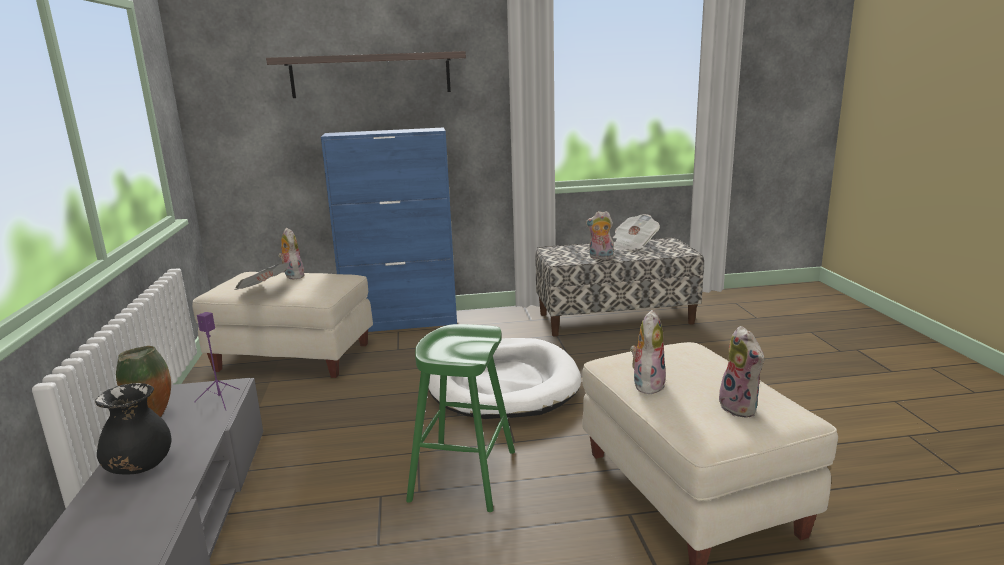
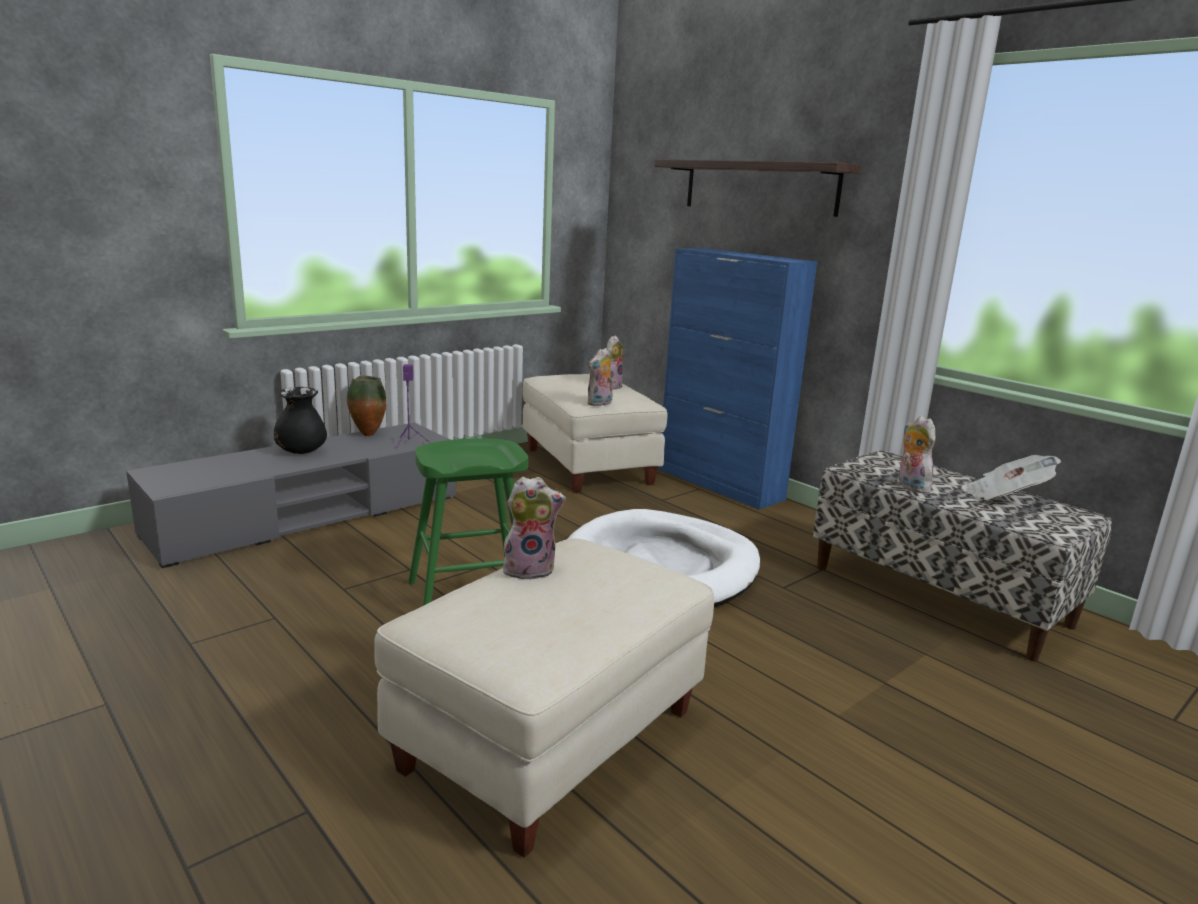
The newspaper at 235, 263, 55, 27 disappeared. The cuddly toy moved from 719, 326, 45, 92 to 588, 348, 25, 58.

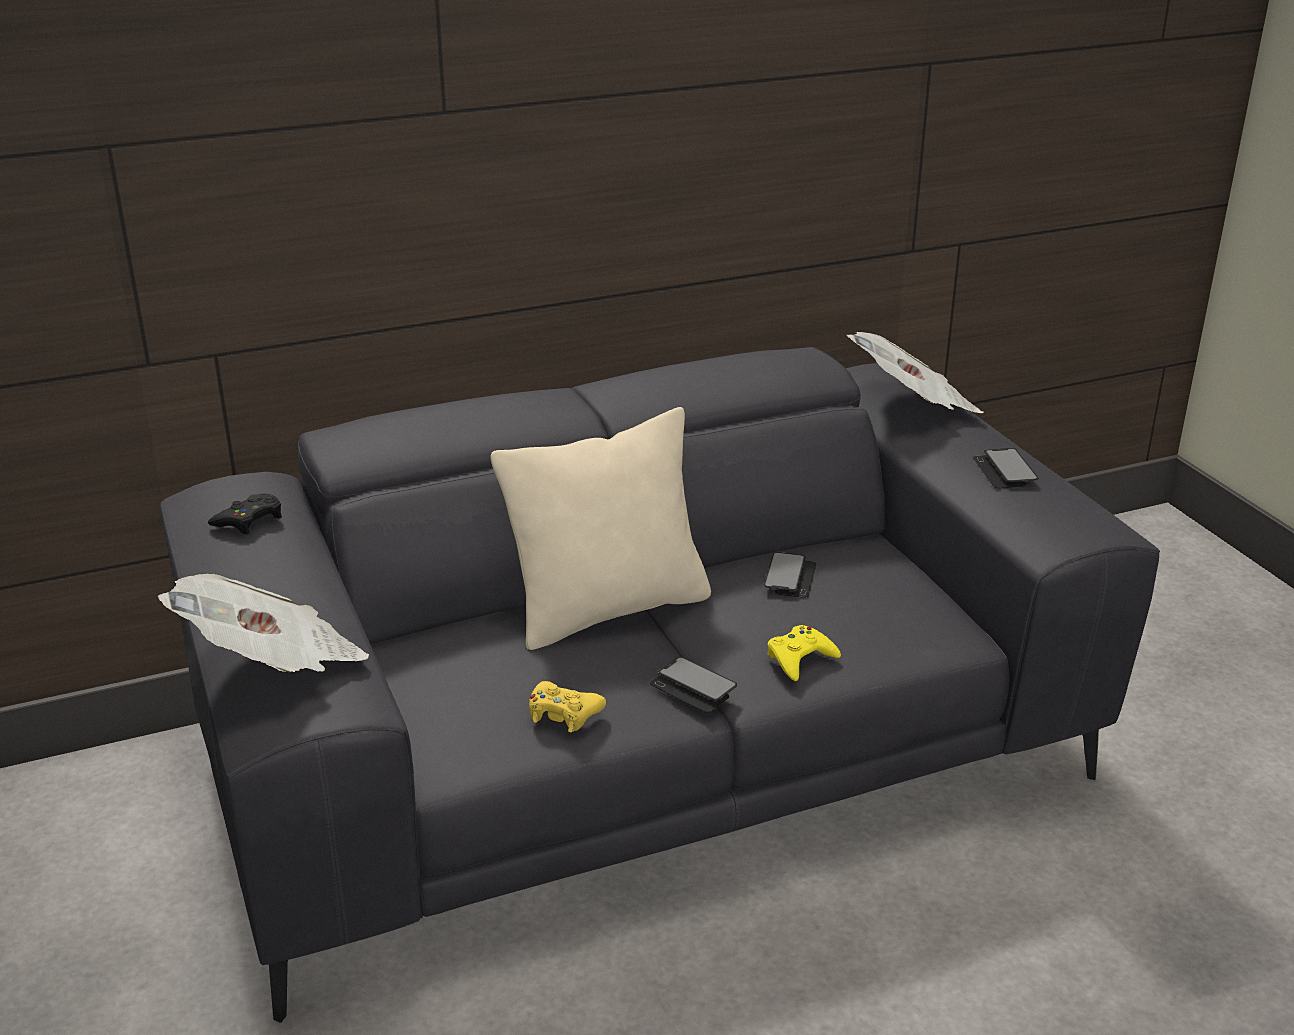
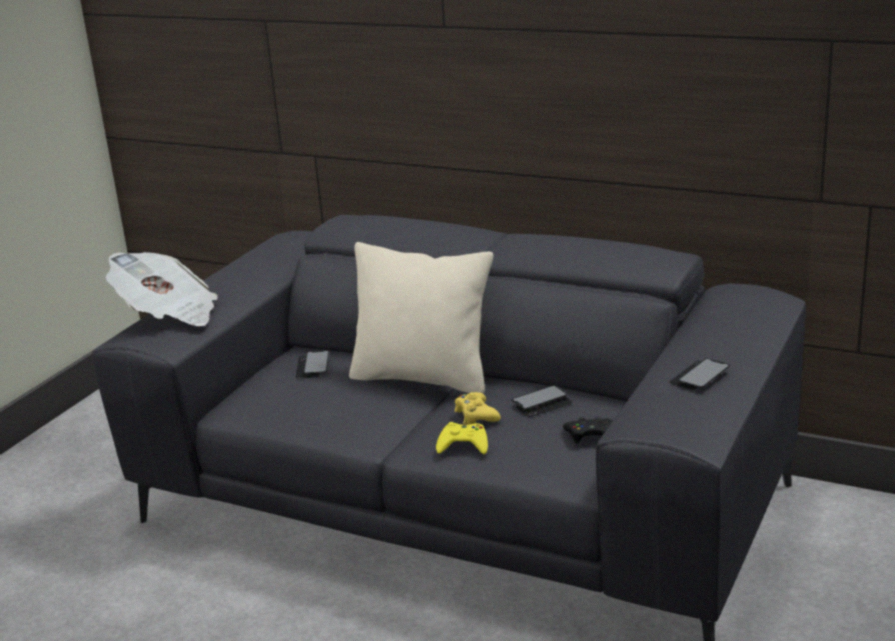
The blackish gamepad moved from 208, 493, 74, 41 to 563, 417, 50, 27. The yellowish gamepad moved from 529, 681, 77, 52 to 454, 392, 47, 33. The handset moved from 650, 657, 87, 55 to 296, 350, 33, 28. The newspaper at 847, 332, 136, 81 disappeared.

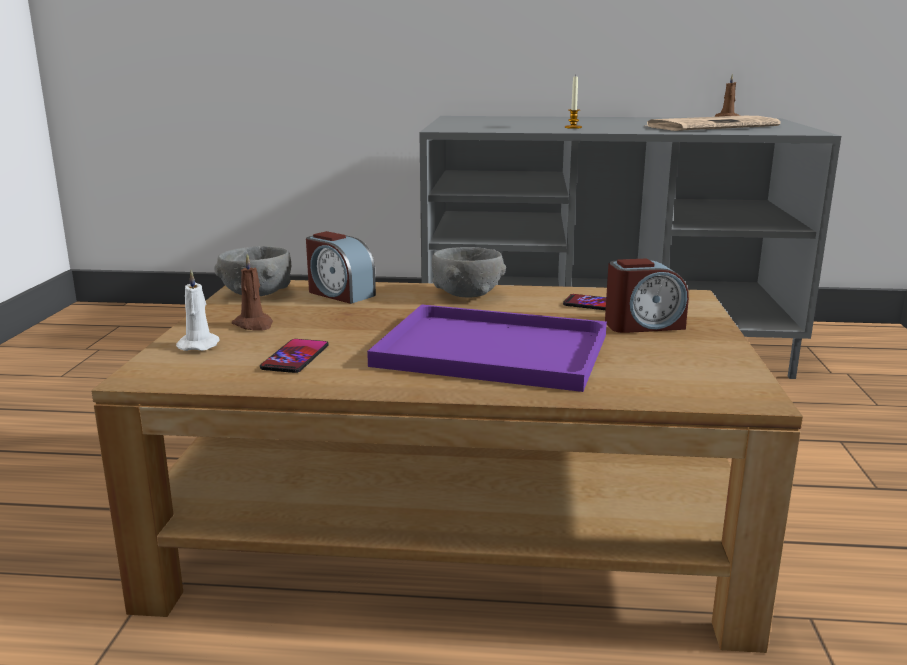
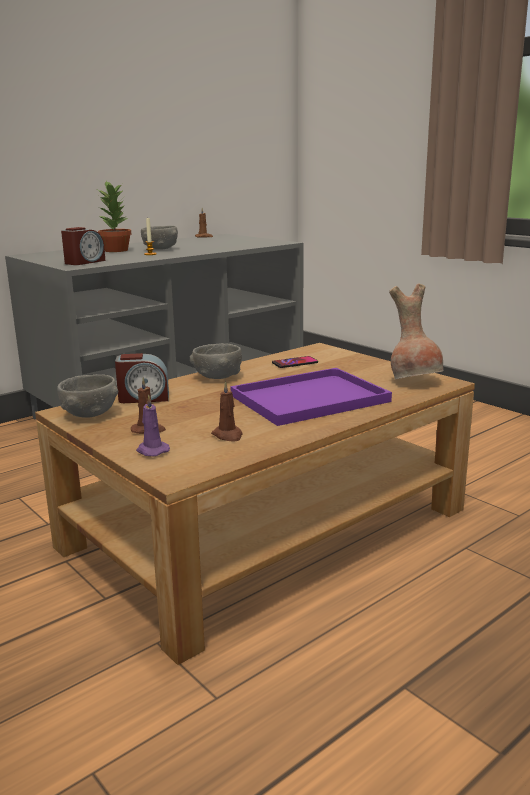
The whitish candle at 176, 270, 43, 81 became the purple candle at 136, 394, 34, 62. The handset at 260, 339, 69, 34 was replaced by the brown candle at 211, 381, 32, 61. The alarm clock moved from 605, 258, 84, 75 to 61, 227, 44, 38. The newspaper at 647, 116, 134, 15 disappeared. The plant in a pot at 98, 181, 33, 71 appeared. The grey bowl at 141, 226, 37, 24 appeared. The brown decorative vase at 389, 284, 54, 96 appeared.

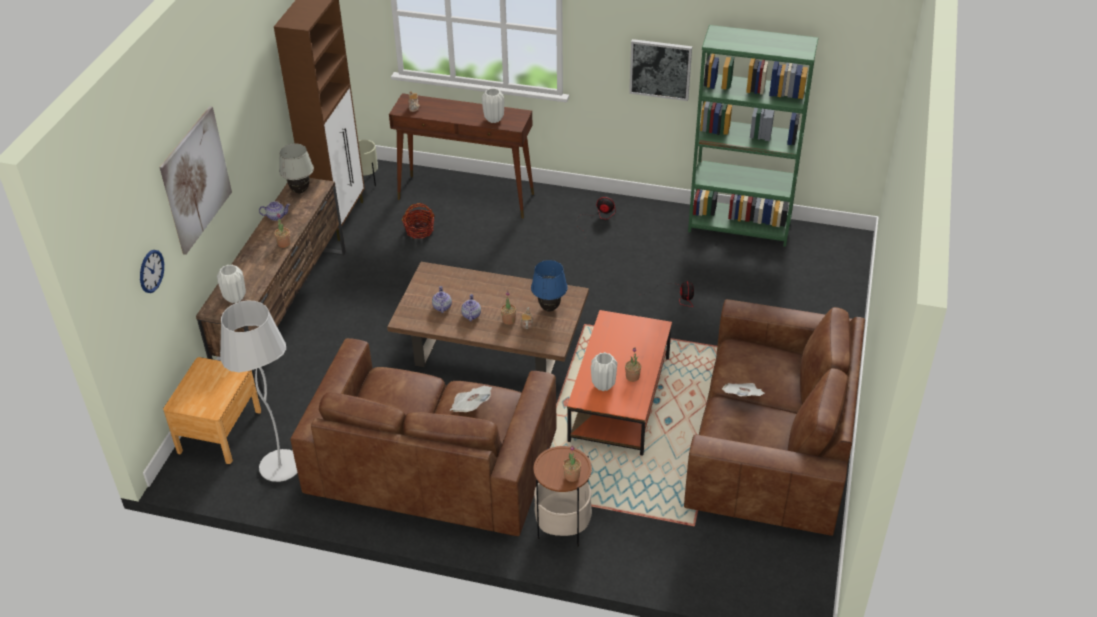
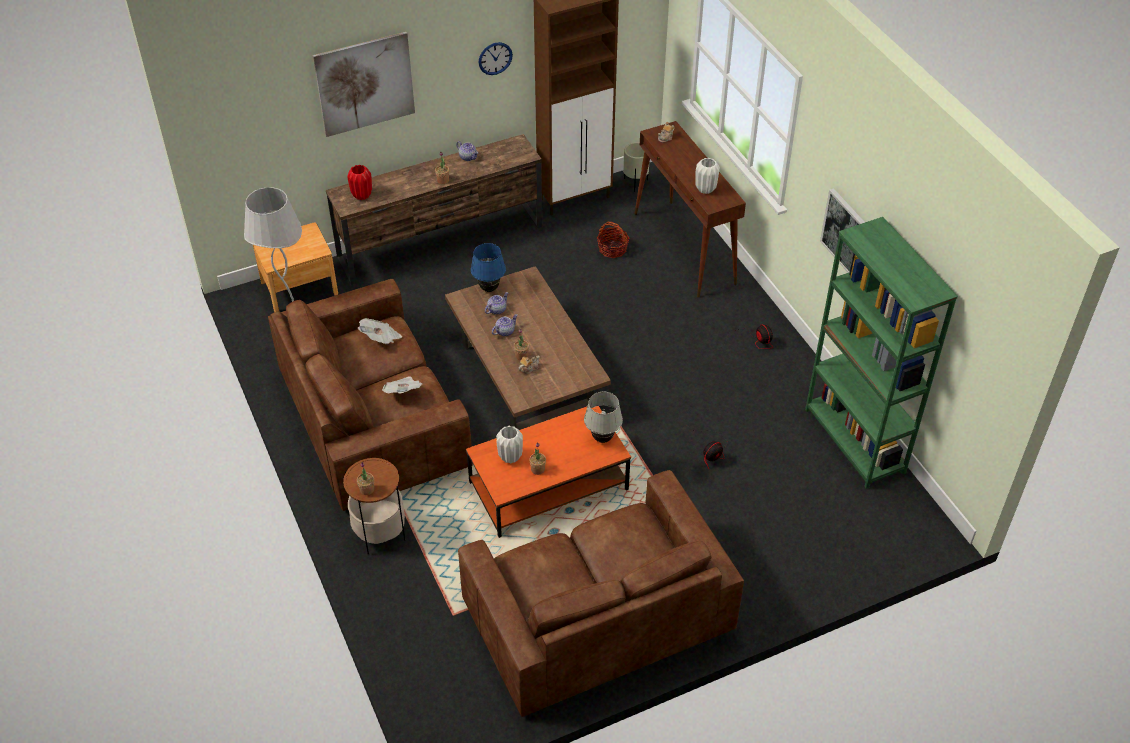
The wall clock moved from 140, 250, 24, 43 to 478, 42, 35, 33. The whitish decorative vase at 217, 265, 29, 38 became the reddish decorative vase at 347, 165, 25, 35. The whitish lamp for a table moved from 279, 143, 35, 50 to 584, 392, 39, 51. The bluish lamp for a table moved from 531, 260, 37, 52 to 471, 243, 35, 49. The newspaper moved from 722, 383, 43, 13 to 358, 318, 44, 26.

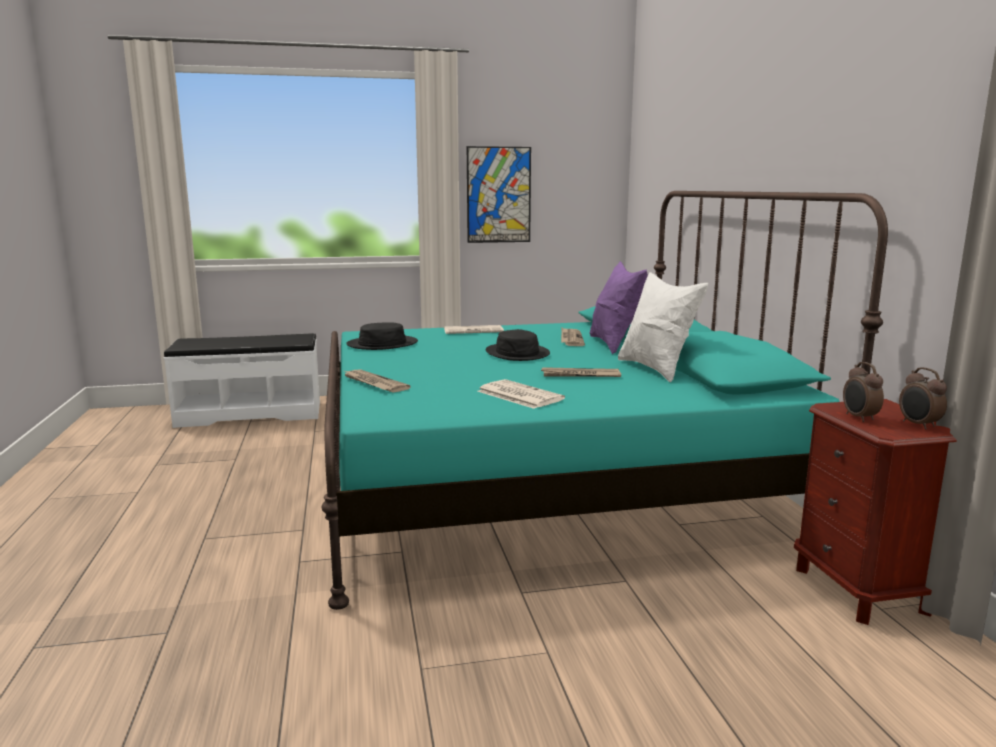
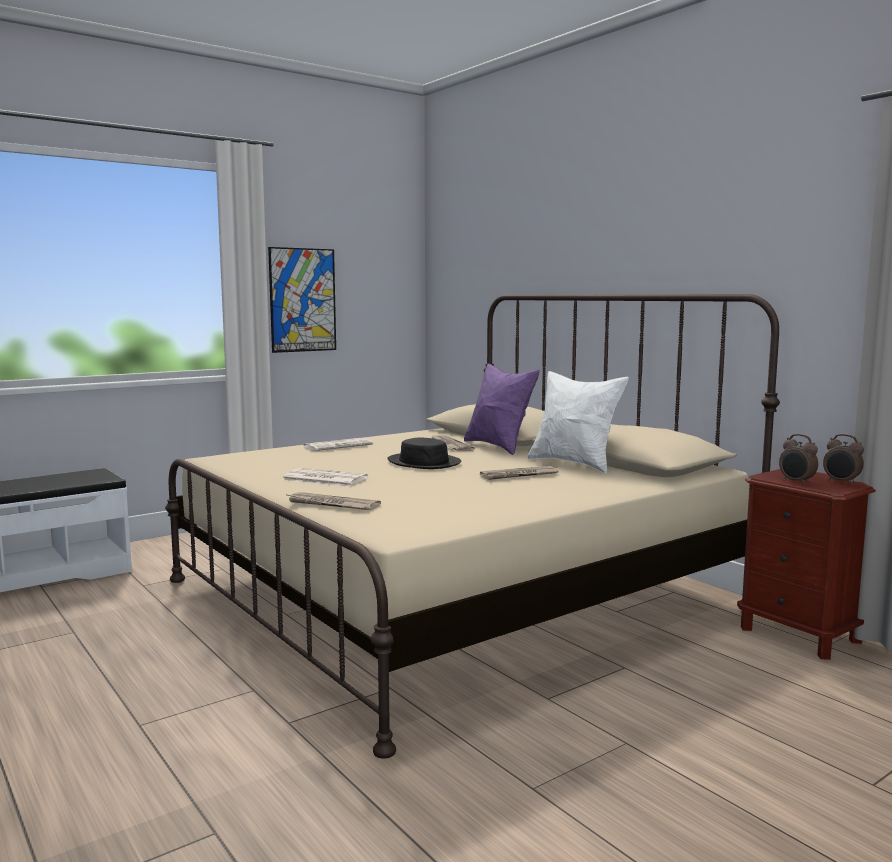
The turquoise-coloured bedroom bed at 321, 191, 567, 419 became the beige-coloured bedroom bed at 165, 294, 615, 465. The blackish clothing hat at 346, 322, 72, 28 disappeared. The newspaper moved from 477, 379, 88, 30 to 282, 468, 86, 19.

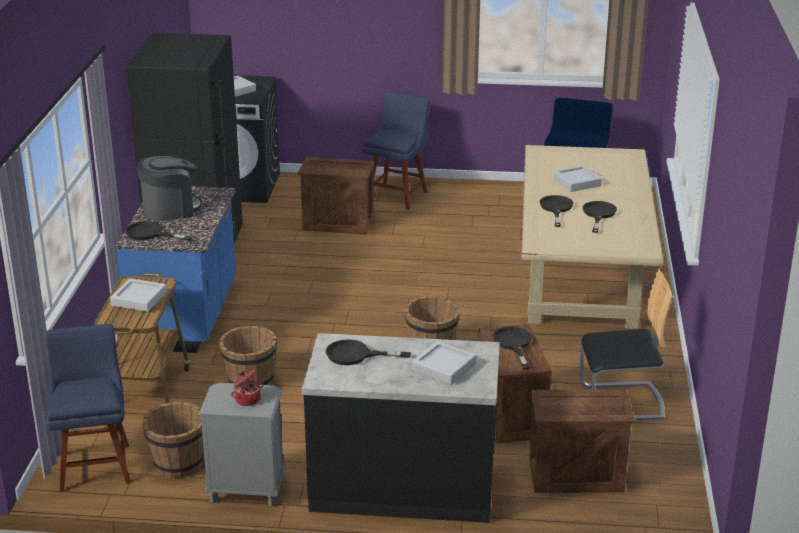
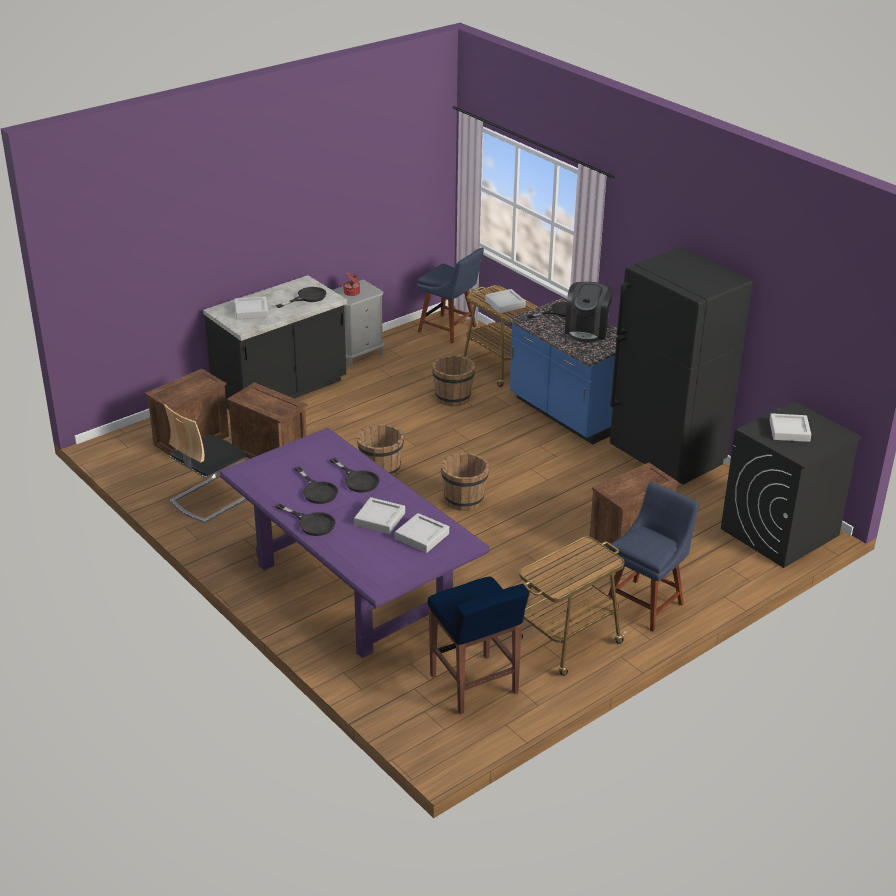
The brown water bucket moved from 142, 402, 62, 76 to 441, 453, 48, 58. The bluish chair at 362, 91, 68, 119 turned 120 degrees counterclockwise. The blackish frying pan moved from 493, 327, 39, 42 to 275, 503, 61, 33. The beige-coloured dinner table at 521, 145, 143, 184 became the purple dinner table at 219, 428, 270, 230. The grey carrying tray at 395, 513, 54, 40 appeared. The wheeled cart at 519, 536, 109, 140 appeared.

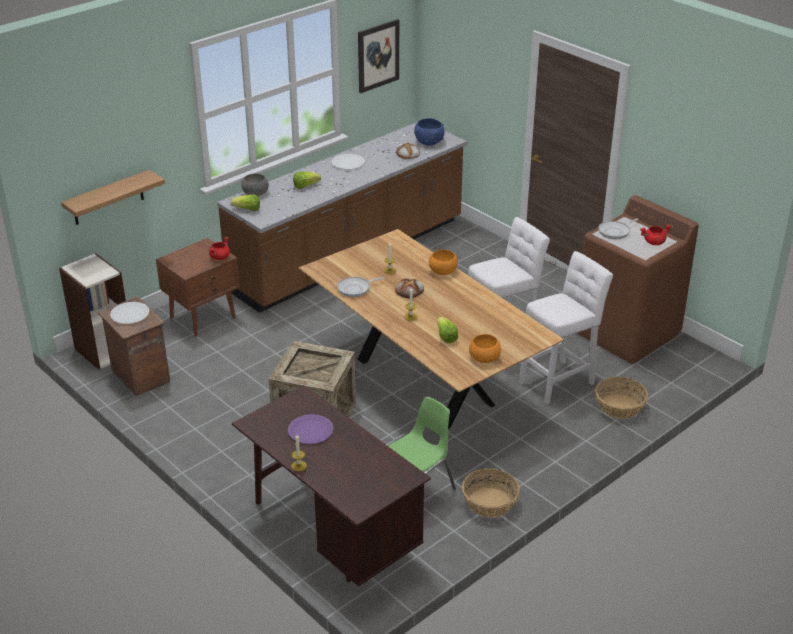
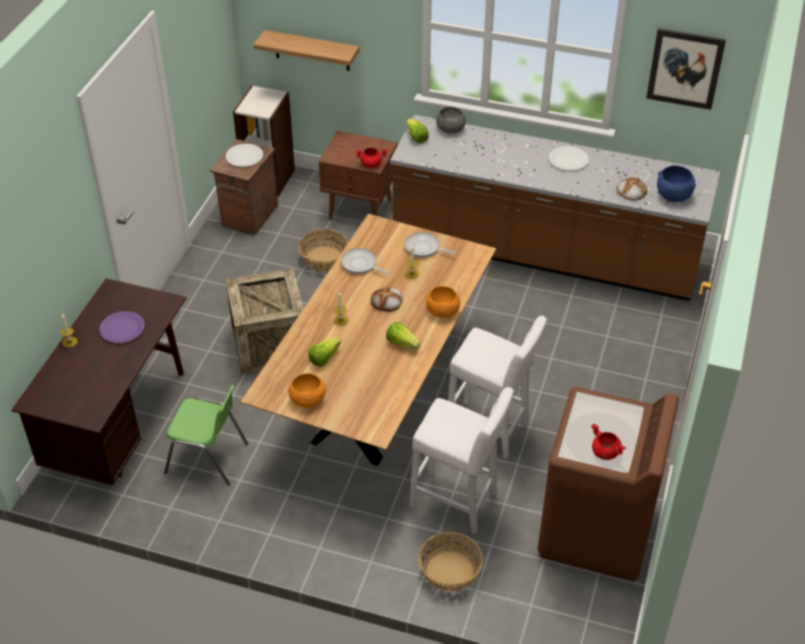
The head of lettuce moved from 293, 172, 28, 17 to 386, 322, 34, 28. The storage basket moved from 462, 468, 58, 50 to 298, 229, 51, 42. The frying pan moved from 598, 218, 41, 21 to 405, 232, 51, 26.

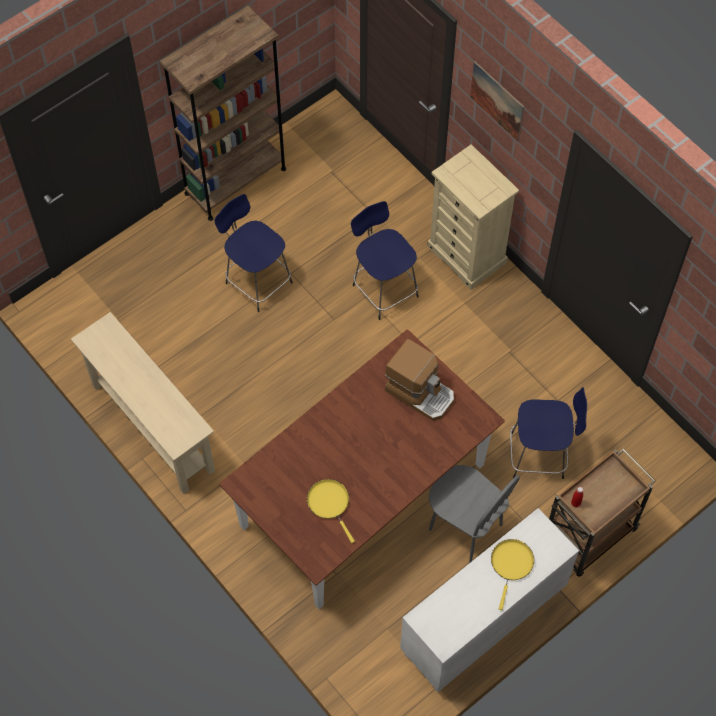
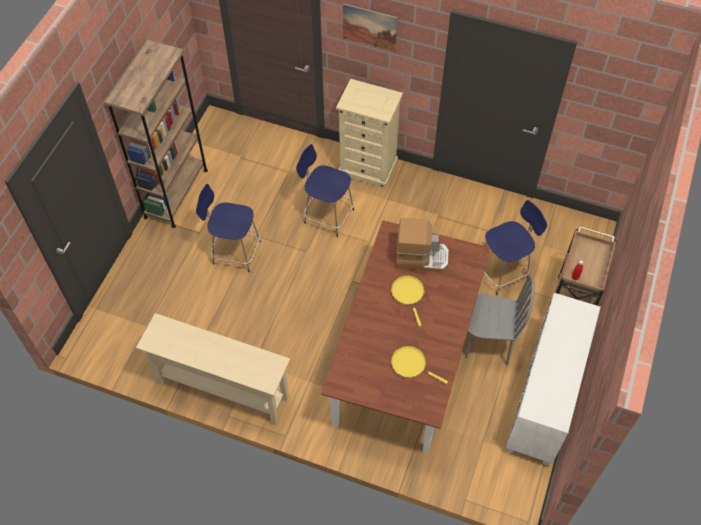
The yellowish frying pan moved from 491, 539, 43, 71 to 391, 275, 34, 51.

